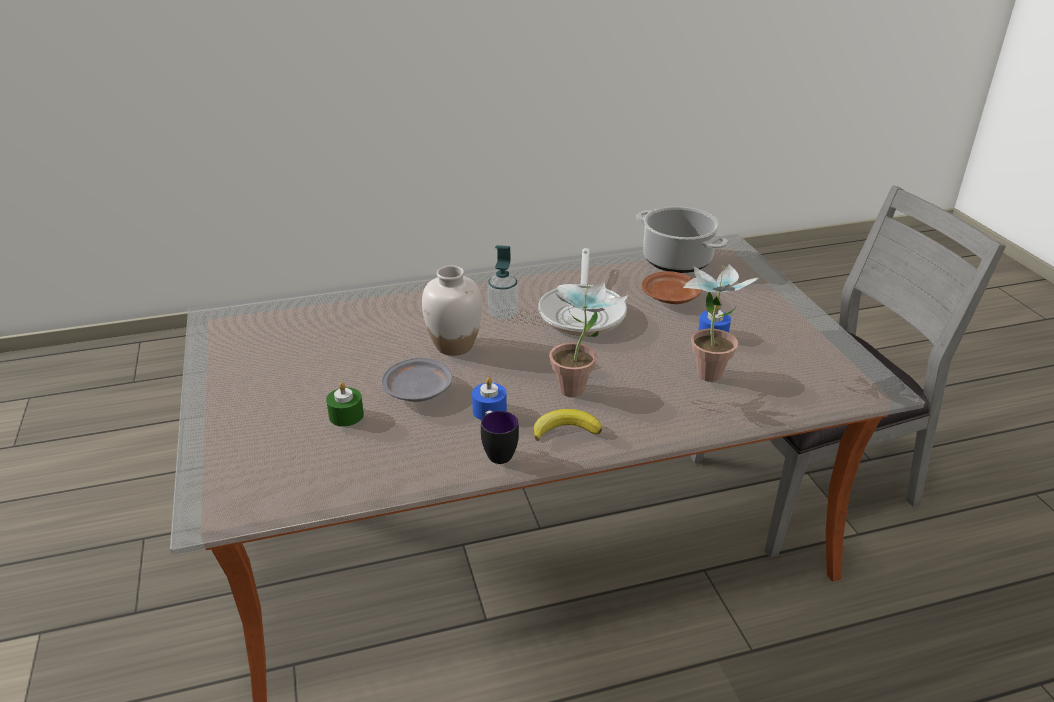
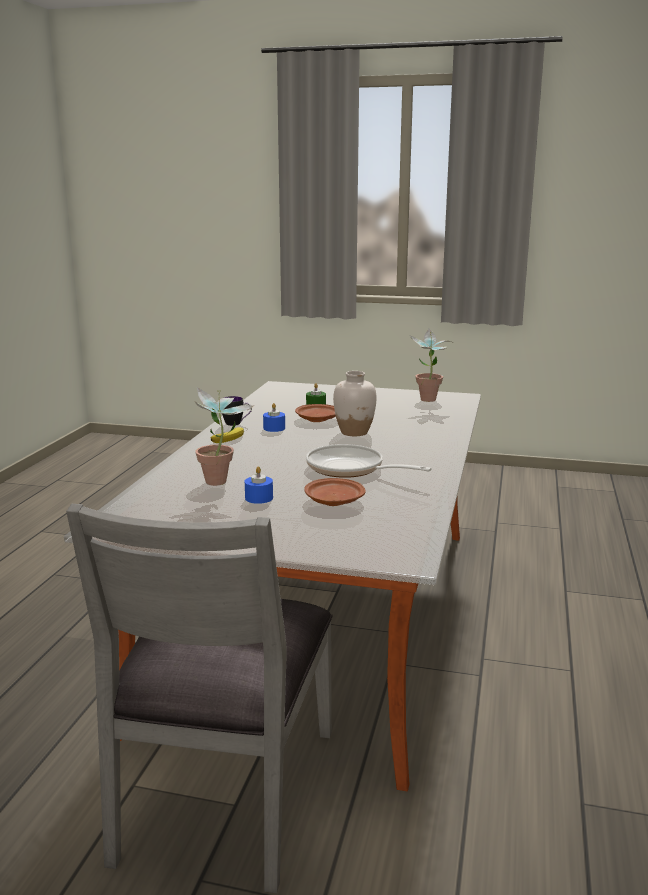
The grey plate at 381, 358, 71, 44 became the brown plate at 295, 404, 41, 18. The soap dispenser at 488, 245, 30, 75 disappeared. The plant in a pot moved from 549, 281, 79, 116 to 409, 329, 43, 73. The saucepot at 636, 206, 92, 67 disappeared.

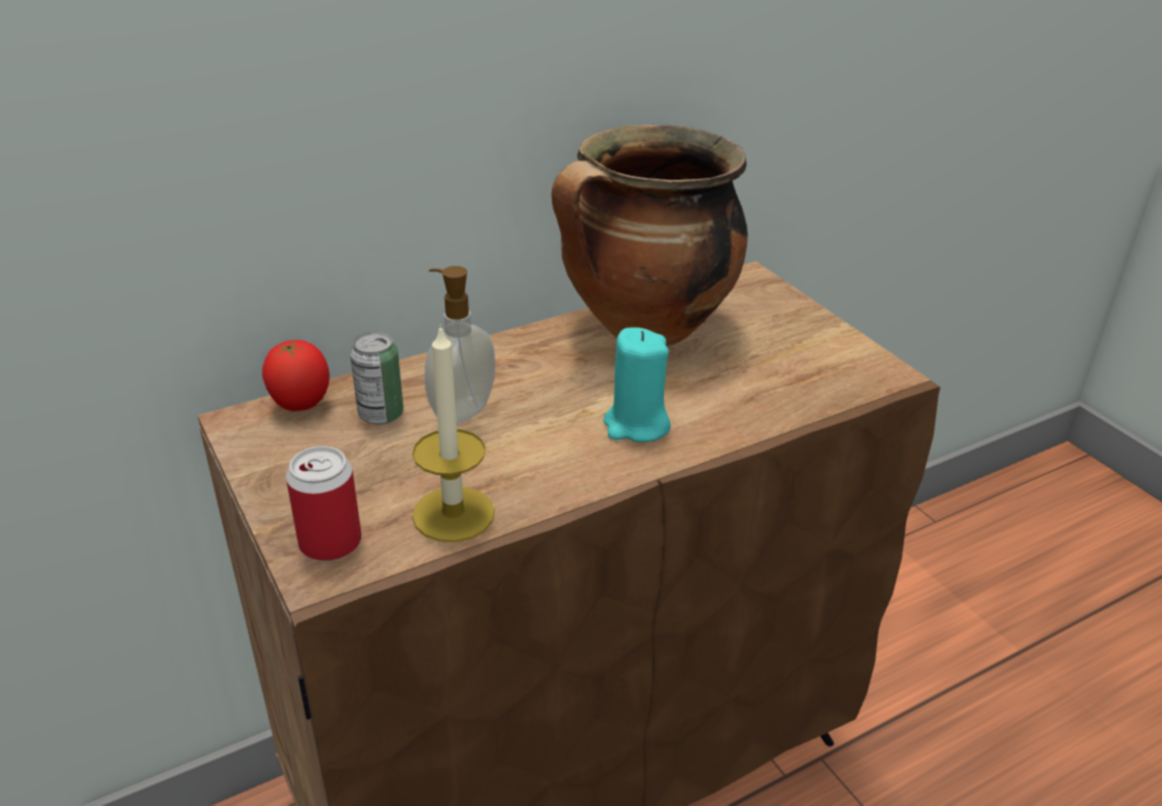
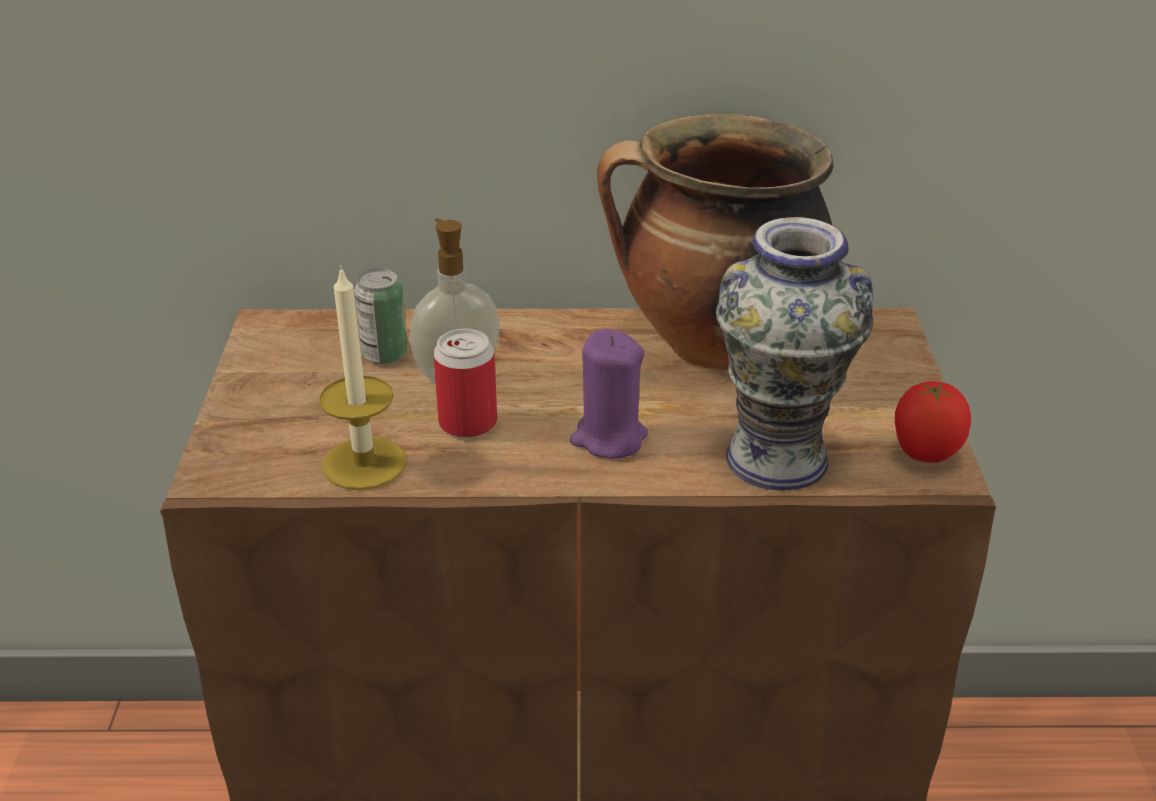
The fresh tomato moved from 262, 340, 68, 71 to 895, 381, 76, 82. The sealed can moved from 286, 446, 75, 115 to 433, 329, 64, 109. The turquoise-coloured candle at 603, 327, 68, 115 became the purple candle at 570, 329, 78, 130. The decorative vase at 716, 217, 157, 274 appeared.

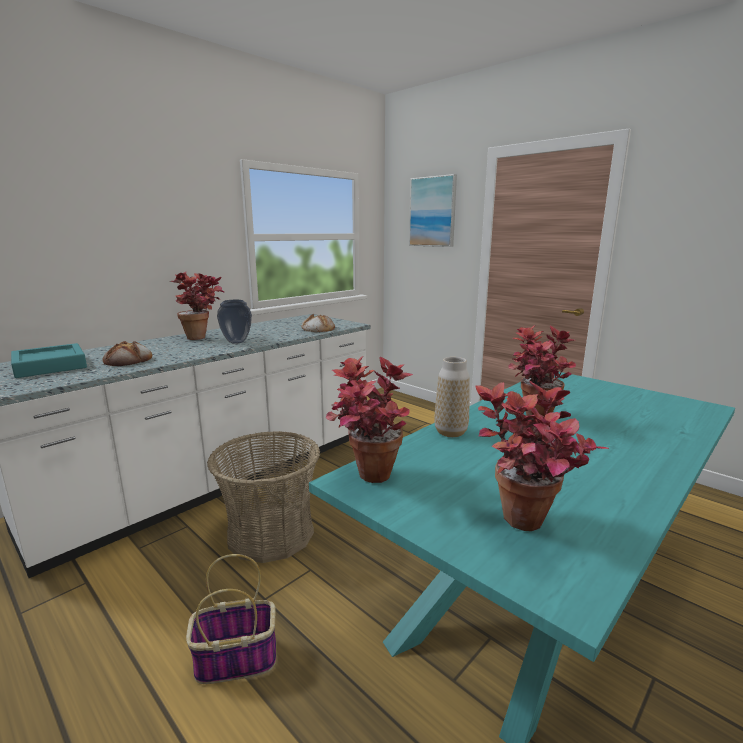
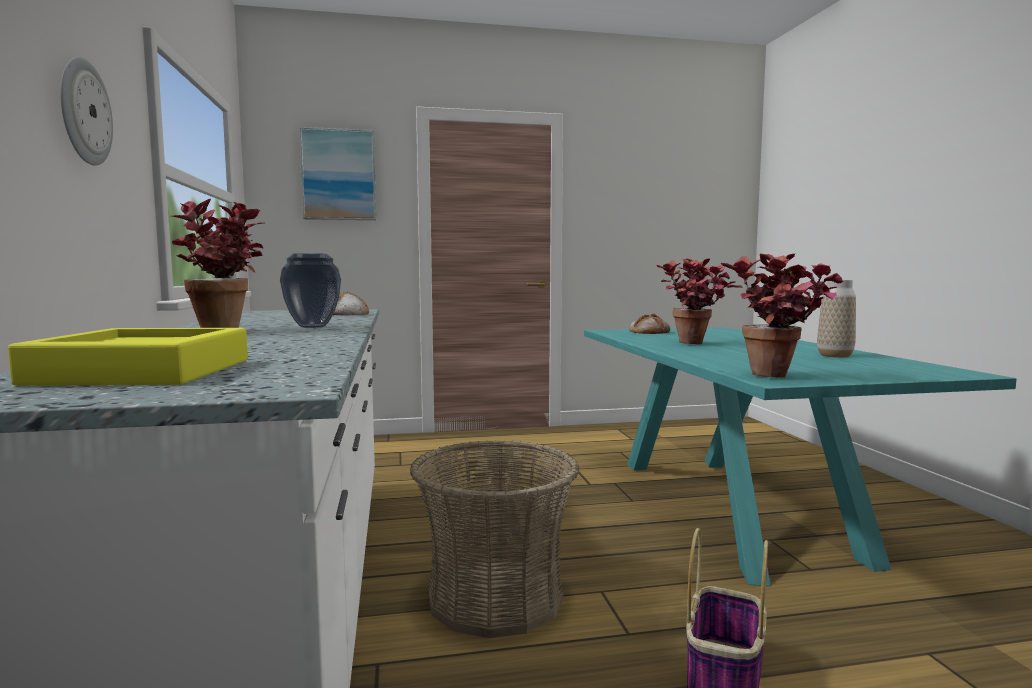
The turquoise-coloured carrying tray at 11, 343, 76, 35 became the yellowish carrying tray at 8, 328, 240, 58. The baked bread moved from 103, 341, 49, 25 to 629, 314, 41, 20. The decorative vase moved from 434, 357, 36, 80 to 817, 279, 39, 79. The plant in a pot at 475, 381, 134, 150 disappeared. The wall clock at 60, 57, 53, 109 appeared.

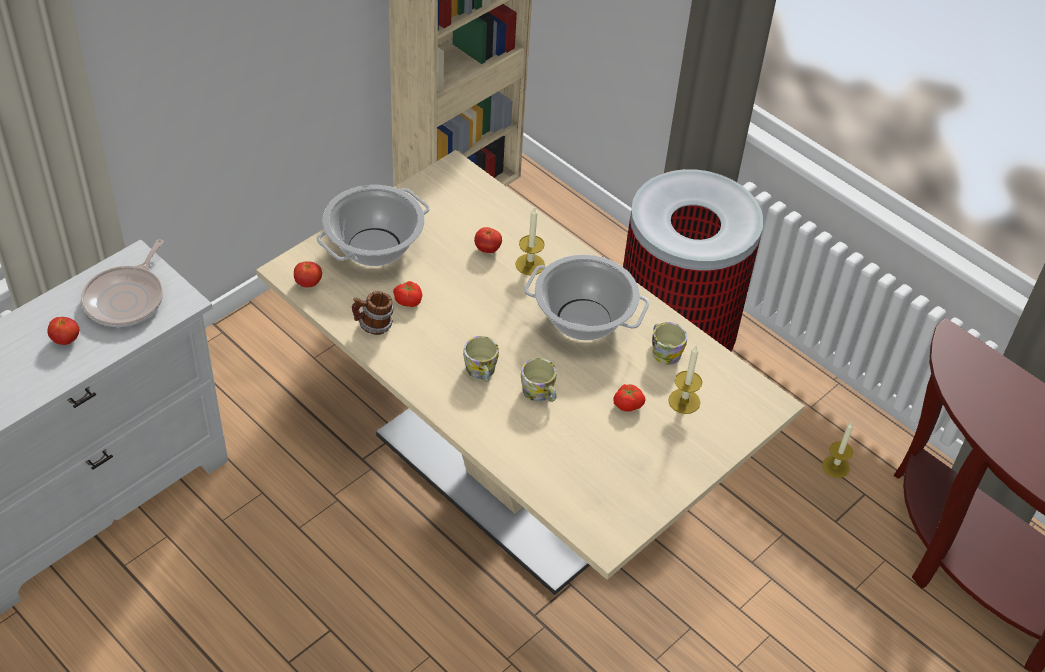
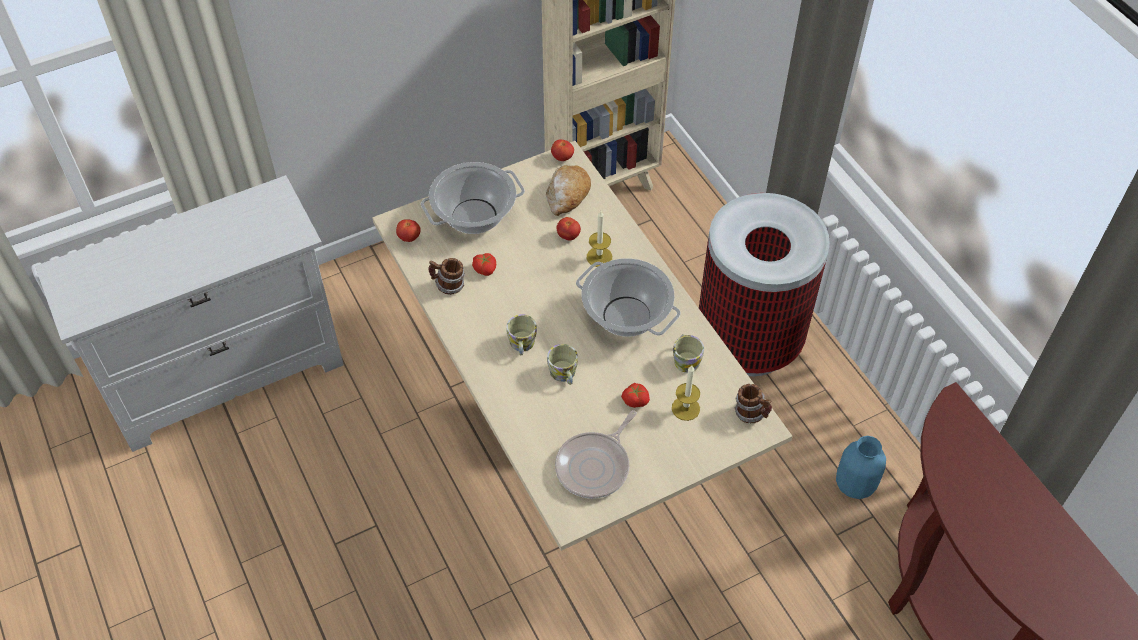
The fresh tomato moved from 47, 317, 32, 28 to 551, 139, 23, 22. The frying pan moved from 81, 239, 82, 88 to 555, 410, 82, 89. The candle at 822, 422, 31, 56 was replaced by the bluish decorative vase at 836, 436, 50, 63. The baked bread at 546, 165, 45, 51 appeared. The tea mug at 735, 384, 37, 39 appeared.

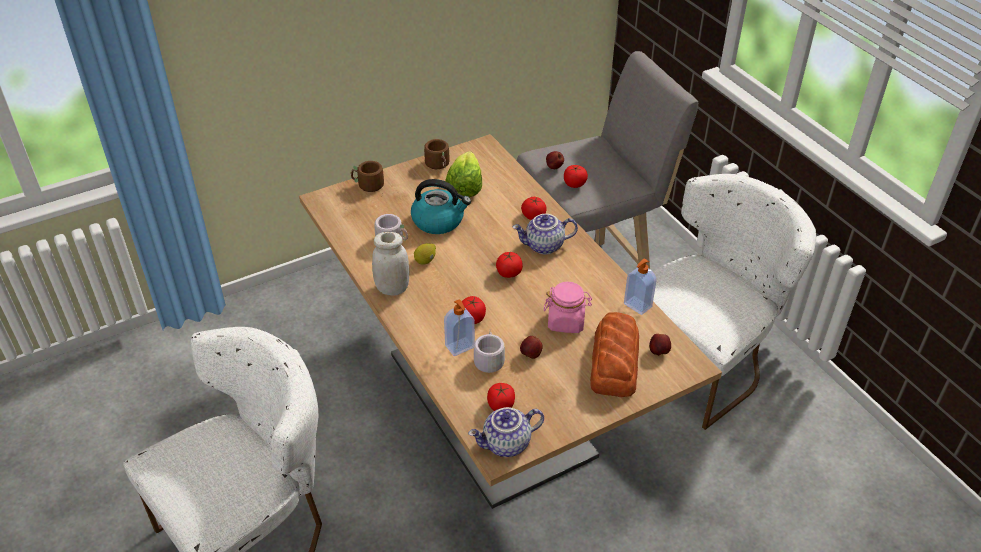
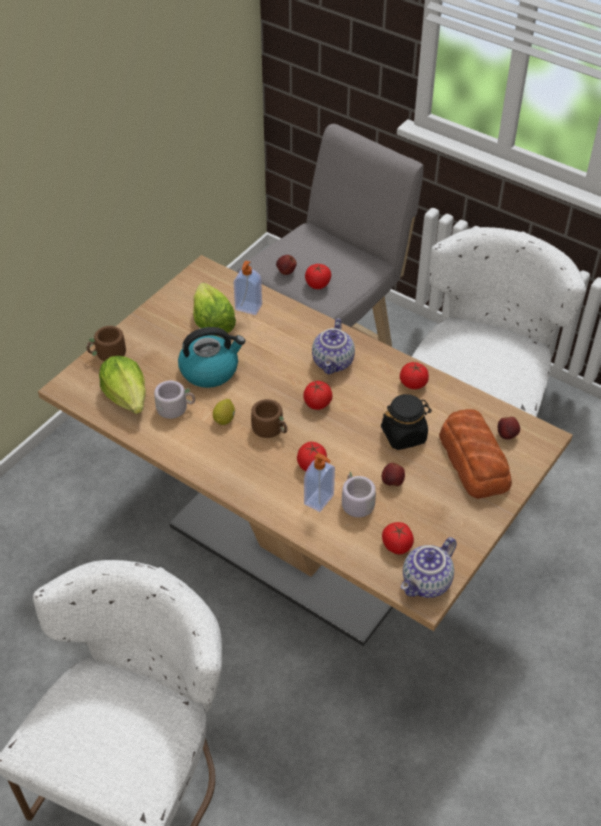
The whitish preserve jar at 372, 232, 37, 64 disappeared. The brown tea mug moved from 424, 139, 26, 30 to 251, 399, 36, 39. The pot for tea at 513, 214, 65, 40 turned 45 degrees counterclockwise. The fresh tomato moved from 521, 197, 26, 23 to 400, 362, 29, 27. The pink preserve jar at 544, 282, 48, 51 became the blackish preserve jar at 381, 394, 51, 56. The soap dispenser moved from 624, 258, 32, 57 to 234, 261, 28, 54. The head of lettuce at 99, 356, 47, 58 appeared.

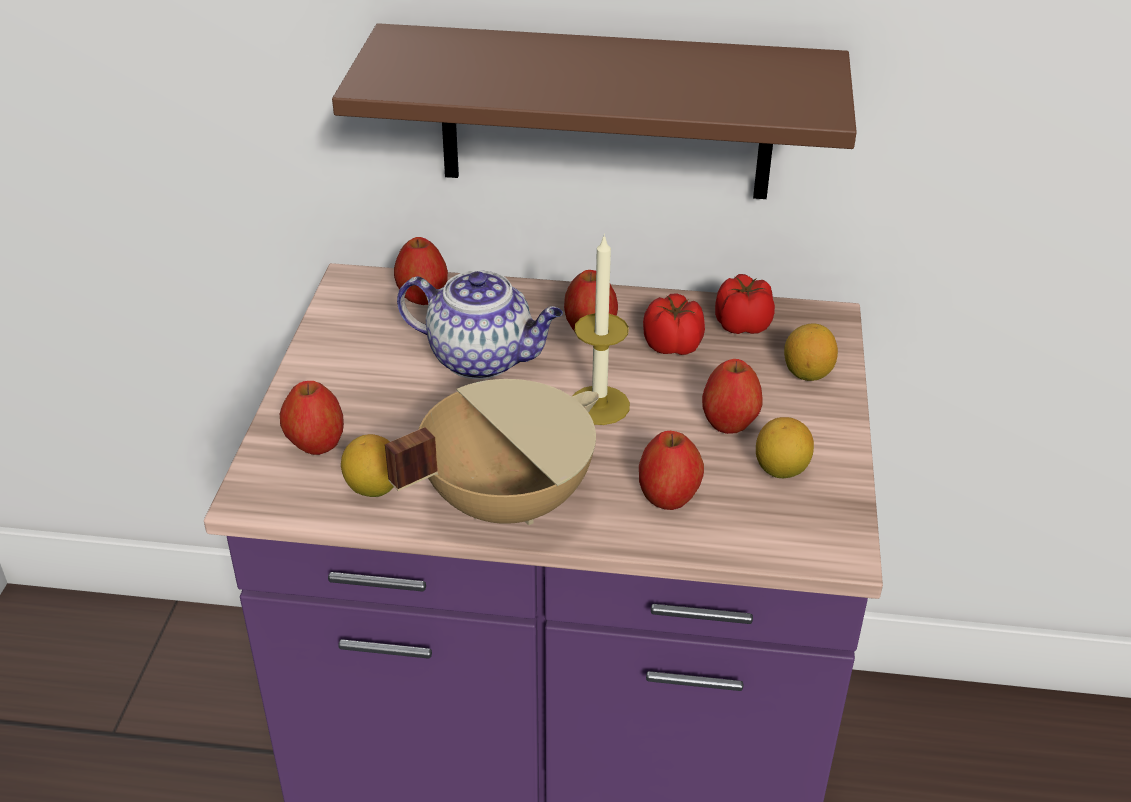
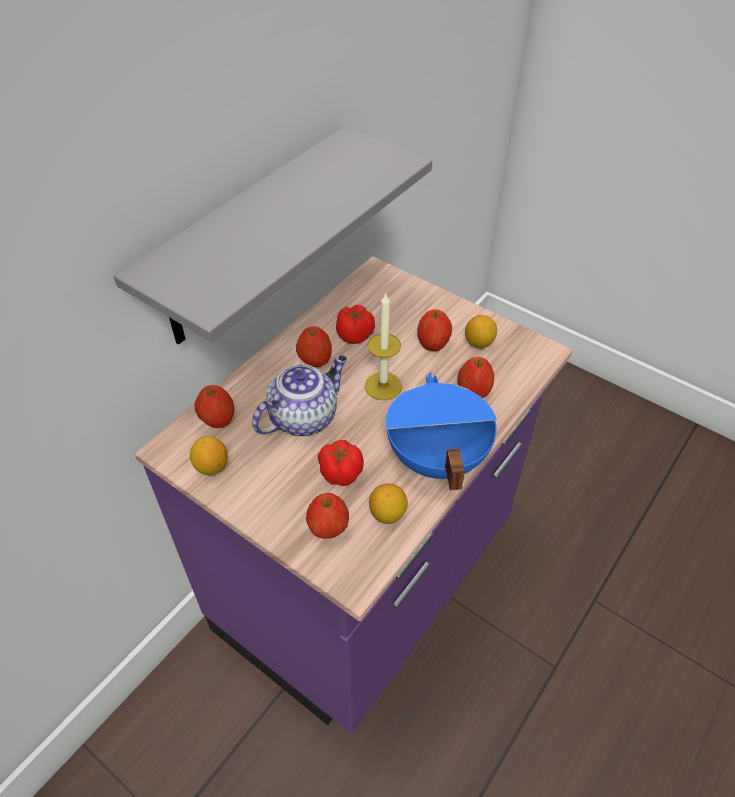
The brown shelf at 332, 23, 525, 176 became the grey shelf at 113, 126, 319, 218. The beige-coloured saucepot at 385, 379, 214, 146 became the bluish saucepot at 385, 372, 112, 119. The fresh tomato moved from 715, 274, 60, 60 to 318, 440, 46, 46. The lemon moved from 784, 323, 54, 58 to 190, 436, 38, 39.

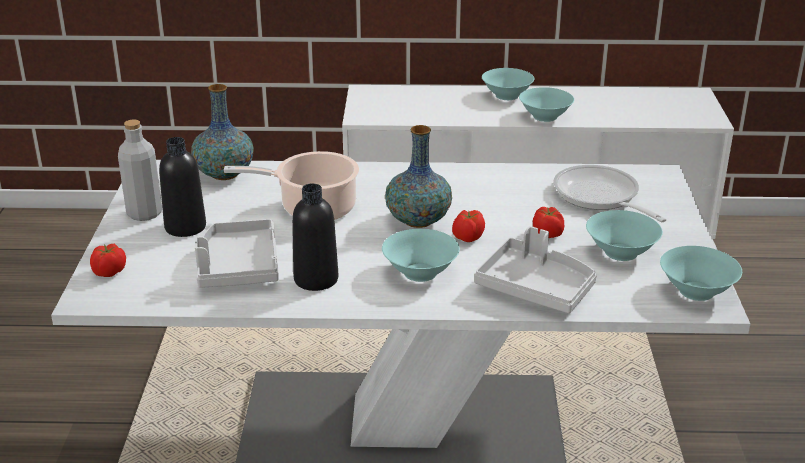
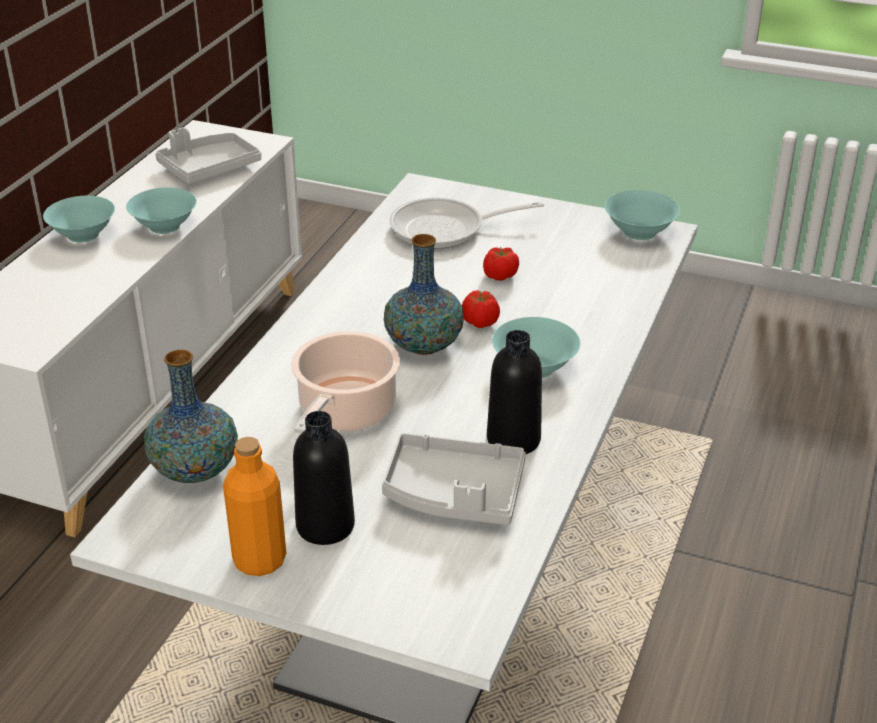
The fresh tomato at 90, 244, 36, 33 disappeared. The grey bottle at 118, 119, 44, 102 became the orangey bottle at 223, 437, 63, 139. The grey carrying tray moved from 474, 226, 122, 87 to 155, 127, 106, 57. The turquoise-coloured bowl at 586, 210, 77, 51 disappeared.

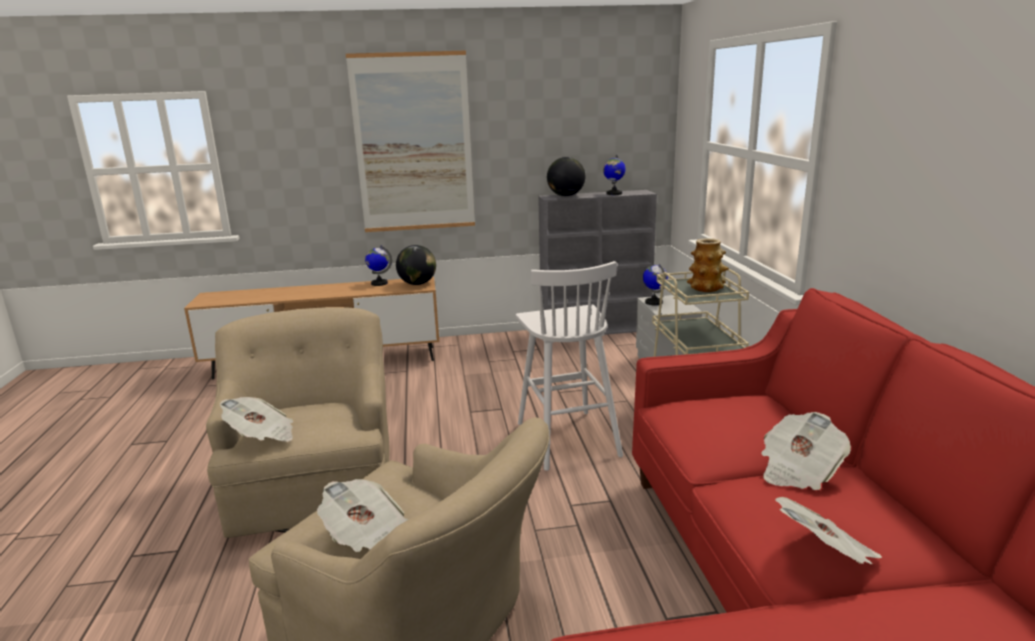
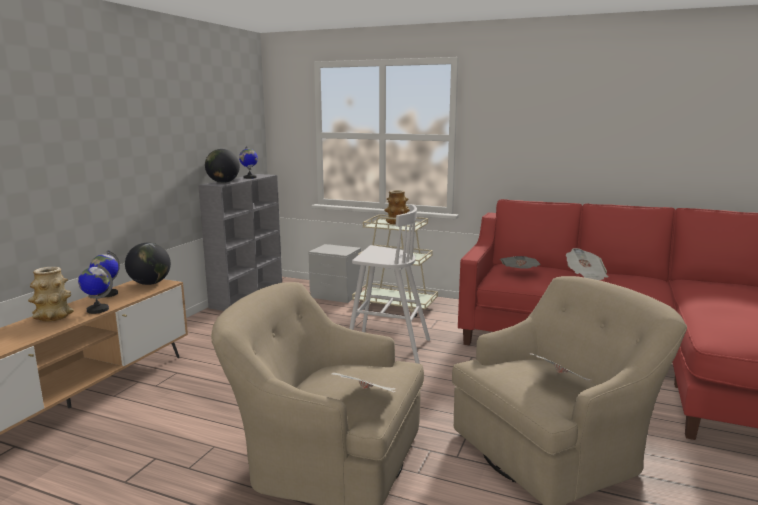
The picture at 346, 51, 129, 181 disappeared. The globe moved from 643, 264, 25, 41 to 78, 264, 35, 50. The newspaper moved from 775, 497, 107, 68 to 500, 256, 41, 13. The decorative vase at 28, 267, 46, 54 appeared.

